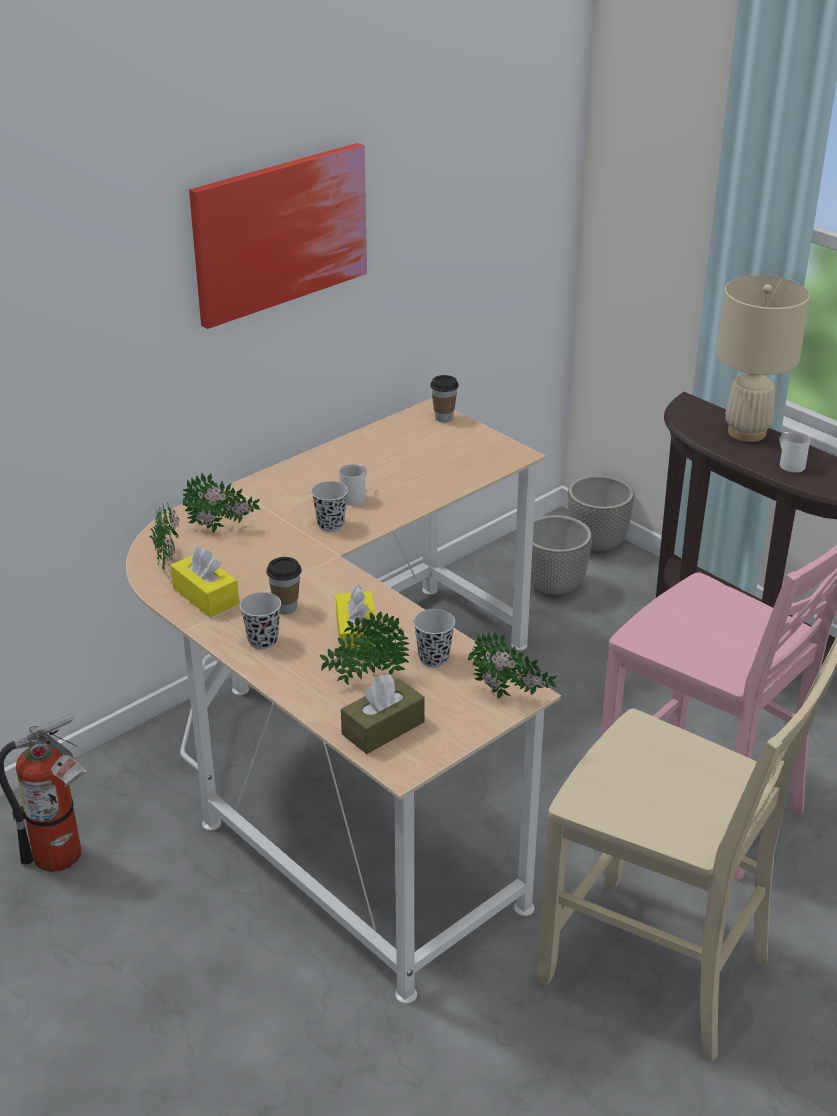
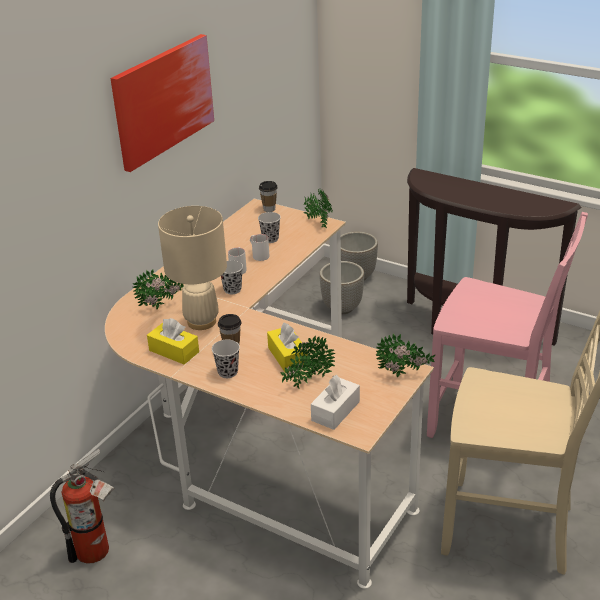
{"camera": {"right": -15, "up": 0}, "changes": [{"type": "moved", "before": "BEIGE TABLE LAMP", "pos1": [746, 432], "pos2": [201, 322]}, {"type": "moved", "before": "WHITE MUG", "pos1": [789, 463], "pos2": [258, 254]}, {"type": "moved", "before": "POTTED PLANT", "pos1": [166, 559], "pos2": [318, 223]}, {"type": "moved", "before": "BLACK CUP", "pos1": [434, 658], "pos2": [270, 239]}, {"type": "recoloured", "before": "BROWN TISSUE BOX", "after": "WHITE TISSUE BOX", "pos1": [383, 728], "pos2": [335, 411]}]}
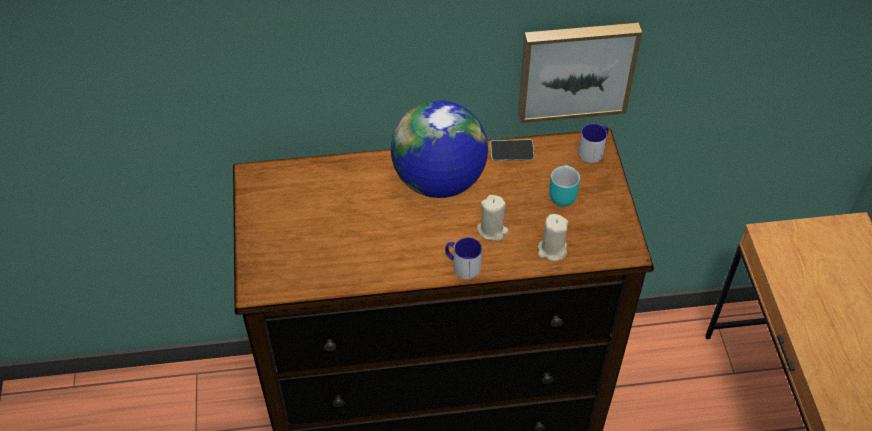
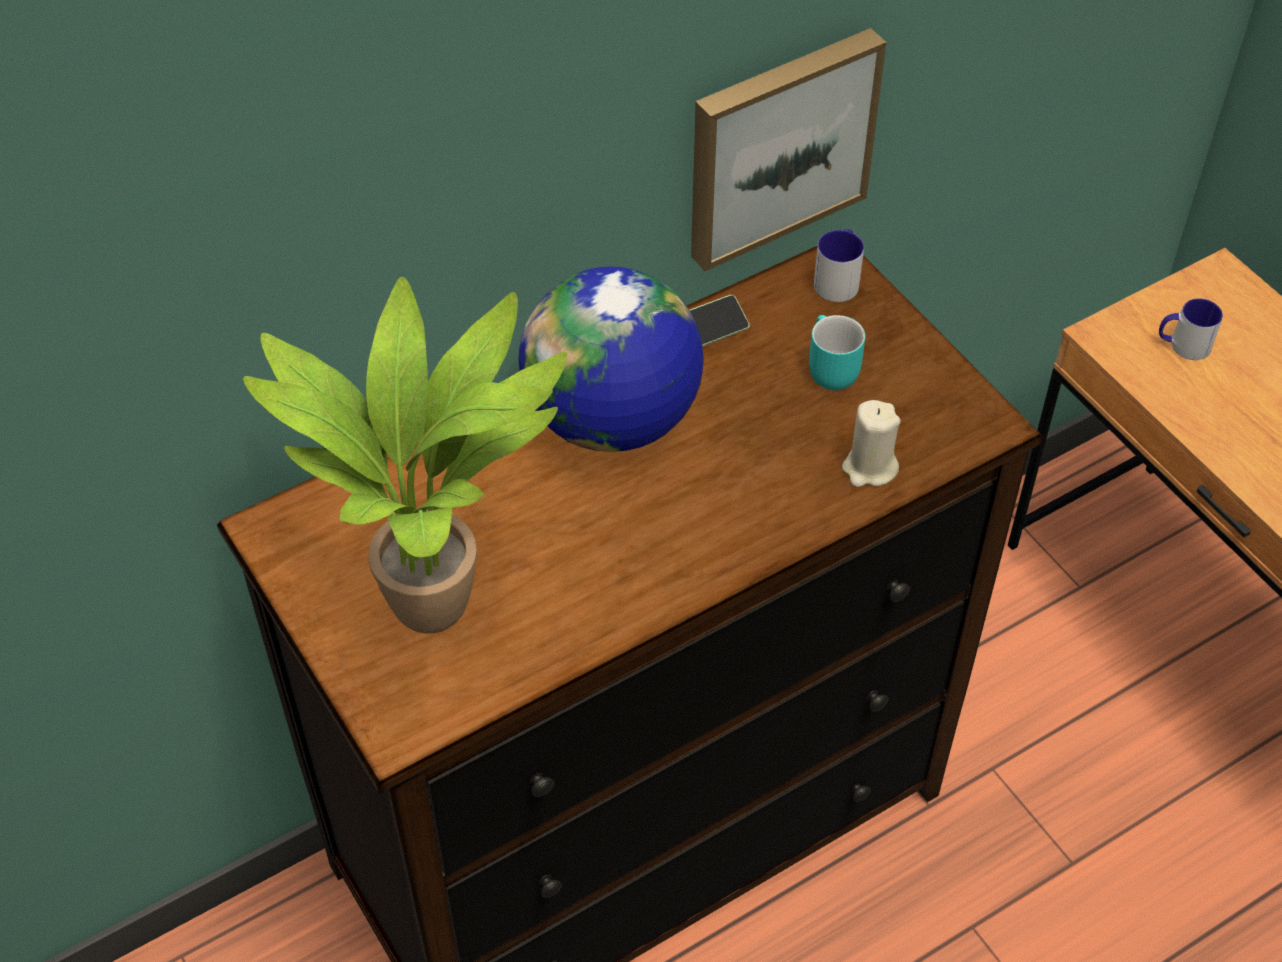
{"camera": {"right": -25, "up": 0}, "changes": [{"type": "removed", "before": "BEIGE CANDLE", "pos1": [492, 230]}, {"type": "moved", "before": "MUG", "pos1": [462, 265], "pos2": [1182, 345]}, {"type": "added", "after": "POTTED PLANT", "pos2": [440, 600]}]}
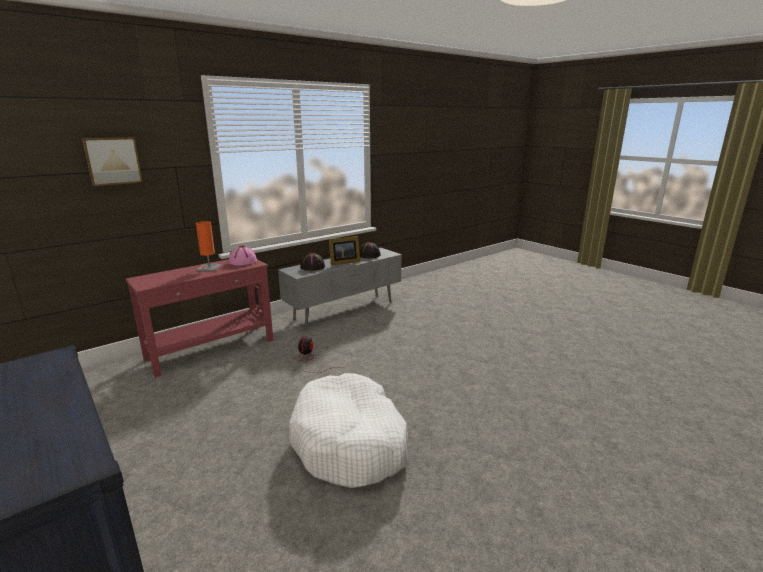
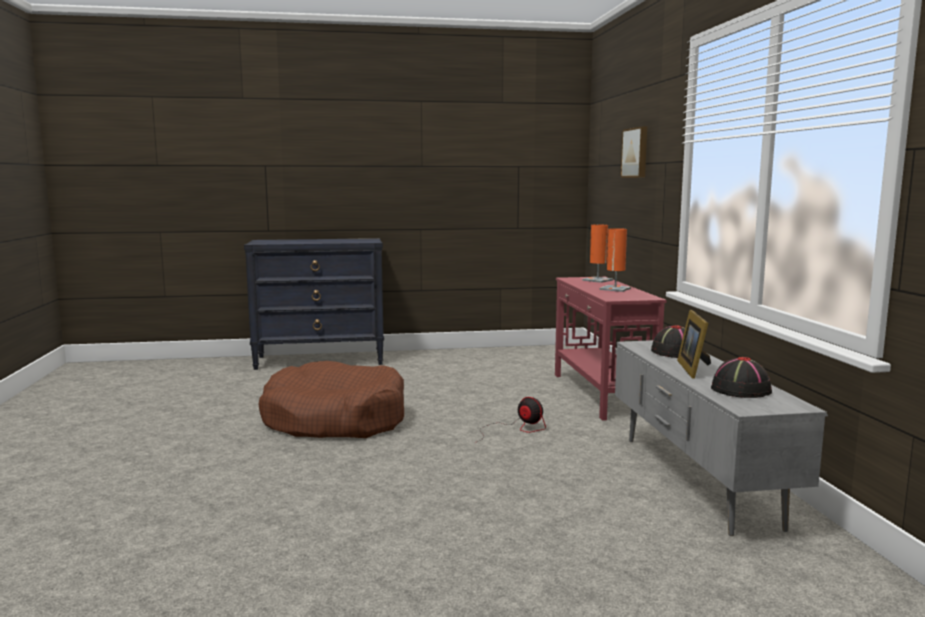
{"camera": {"right": 120, "up": -10}, "changes": [{"type": "removed", "before": "PINK HAT", "pos1": [242, 261]}, {"type": "recoloured", "before": "WHITE DOG BED", "after": "BROWN DOG BED", "pos1": [350, 442], "pos2": [335, 420]}, {"type": "added", "after": "ORANGE TABLE LAMP", "pos2": [597, 280]}]}
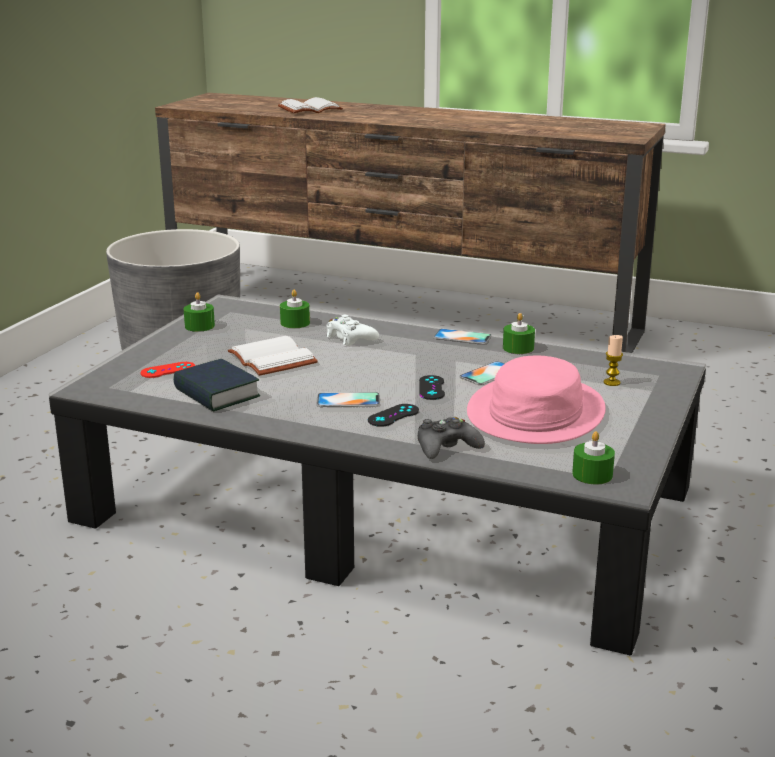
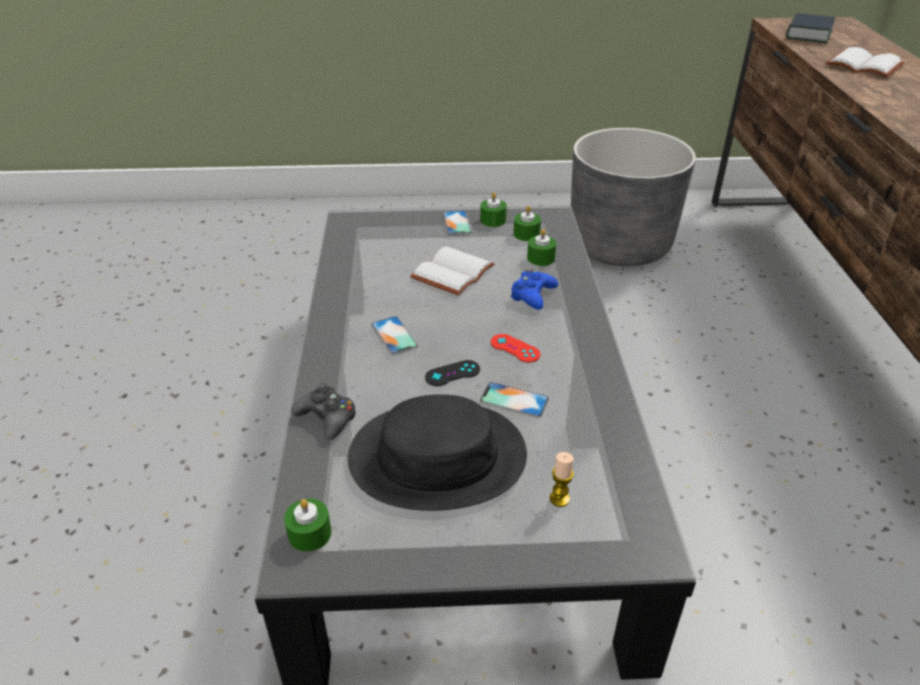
{"camera": {"right": 65, "up": 15}, "changes": [{"type": "moved", "before": "GREEN CANDLE", "pos1": [518, 348], "pos2": [526, 234]}, {"type": "recoloured", "before": "WHITE GAME CONTROLLER", "after": "BLUE GAME CONTROLLER", "pos1": [350, 338], "pos2": [532, 295]}, {"type": "moved", "before": "PHONE", "pos1": [462, 337], "pos2": [456, 223]}, {"type": "recoloured", "before": "PINK HAT", "after": "BLACK HAT", "pos1": [535, 412], "pos2": [437, 456]}, {"type": "moved", "before": "BOOK", "pos1": [216, 393], "pos2": [808, 35]}, {"type": "moved", "before": "RED GAME CONTROLLER", "pos1": [168, 370], "pos2": [515, 348]}, {"type": "removed", "before": "BLACK GAME CONTROLLER", "pos1": [393, 415]}]}
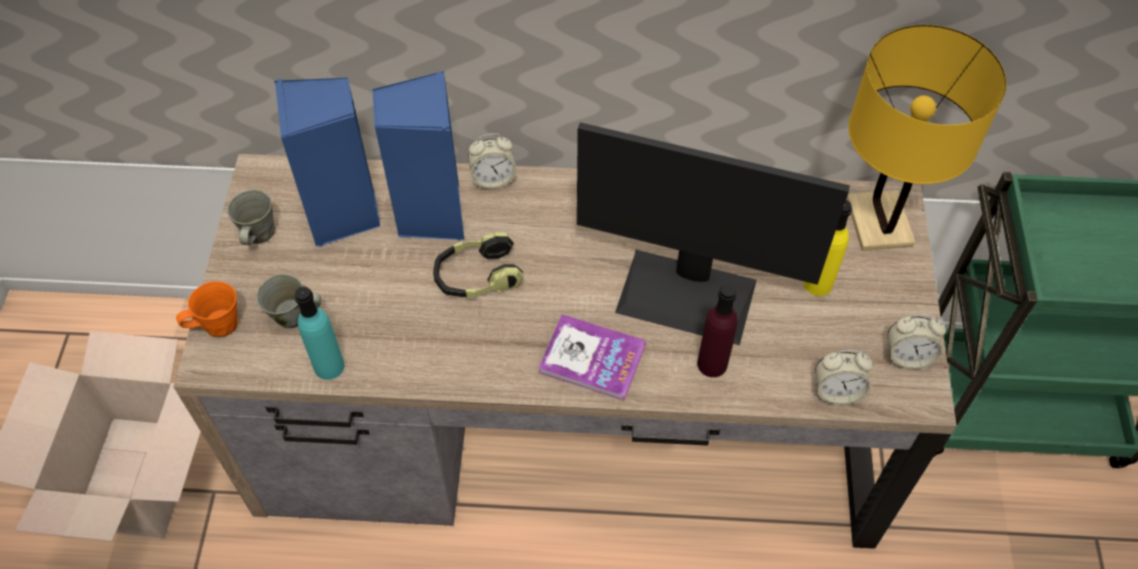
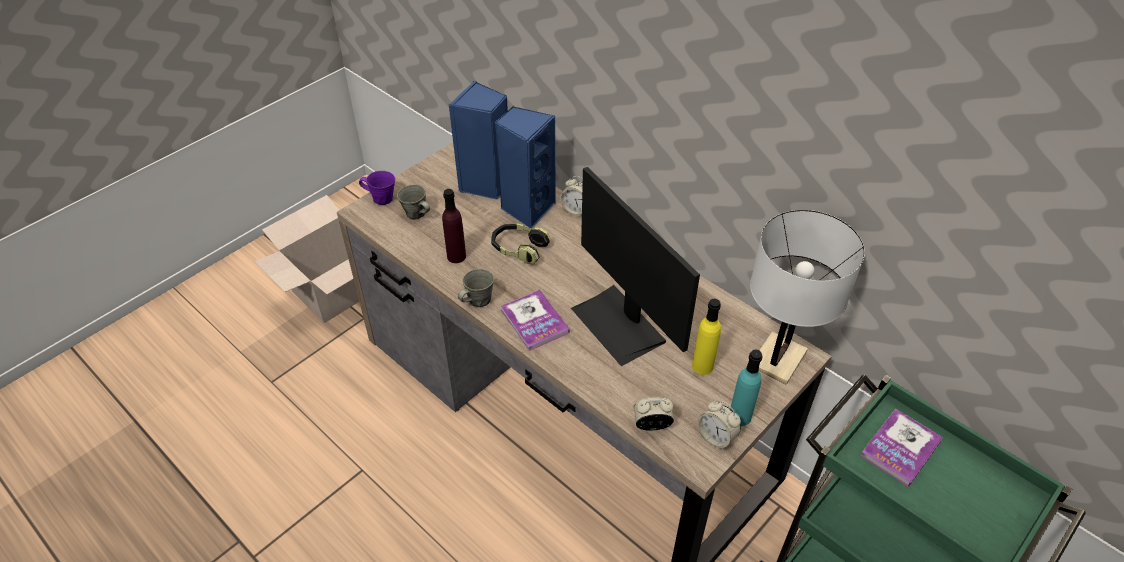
{"camera": {"right": 40, "up": -10}, "changes": [{"type": "recoloured", "before": "YELLOW TABLE LAMP", "after": "WHITE TABLE LAMP", "pos1": [879, 222], "pos2": [778, 359]}, {"type": "moved", "before": "GREY MUG", "pos1": [258, 234], "pos2": [478, 300]}, {"type": "recoloured", "before": "ORANGE MUG", "after": "PURPLE MUG", "pos1": [219, 324], "pos2": [381, 198]}, {"type": "moved", "before": "PURPLE BOTTLE", "pos1": [712, 364], "pos2": [456, 256]}, {"type": "moved", "before": "TURQUOISE BOTTLE", "pos1": [329, 366], "pos2": [740, 416]}, {"type": "turned", "before": "ALARM CLOCK", "pos1": [837, 391], "pos2": [652, 425], "turn": 135}, {"type": "added", "after": "BOOK", "pos2": [900, 448]}]}
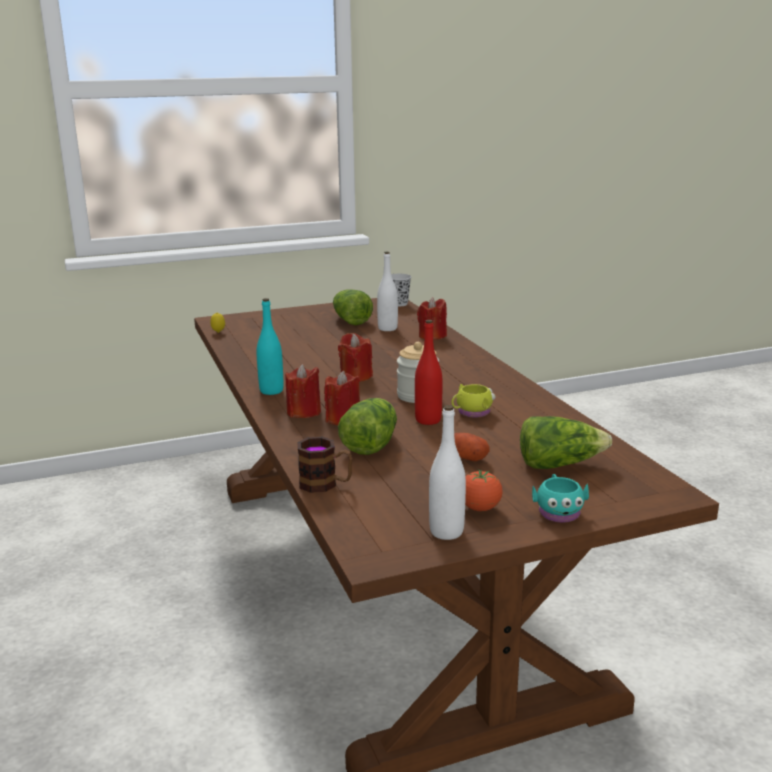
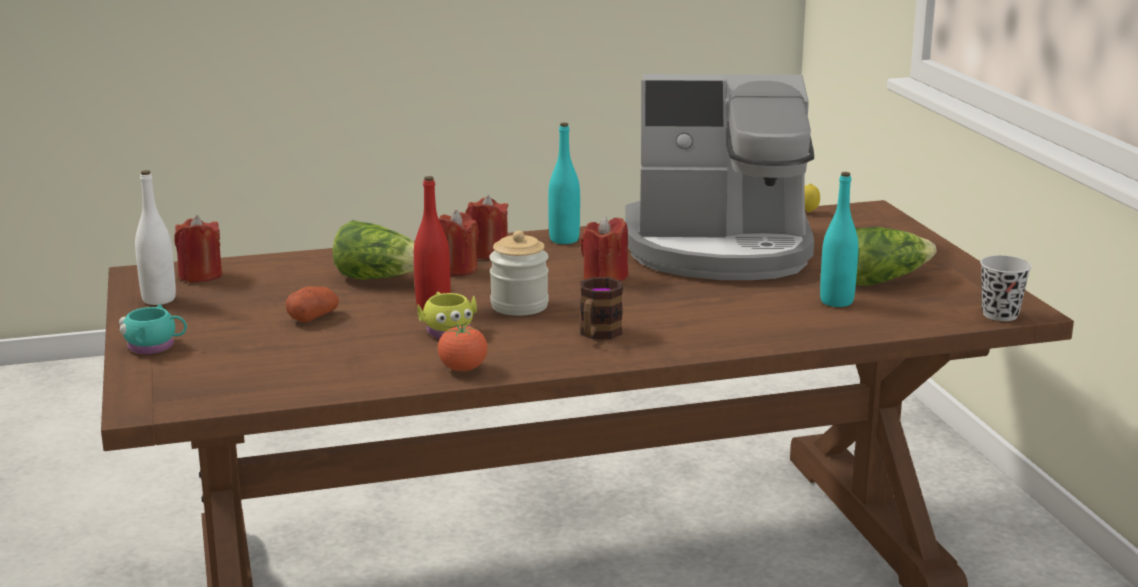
{"camera": {"right": 95, "up": 0}, "changes": [{"type": "recoloured", "before": "WHITE BOTTLE", "after": "TURQUOISE BOTTLE", "pos1": [387, 328], "pos2": [836, 301]}, {"type": "moved", "before": "RED CANDLE", "pos1": [432, 336], "pos2": [200, 275]}, {"type": "removed", "before": "LETTUCE", "pos1": [559, 464]}, {"type": "moved", "before": "MUG", "pos1": [325, 484], "pos2": [597, 334]}, {"type": "moved", "before": "TOMATO", "pos1": [480, 508], "pos2": [463, 369]}, {"type": "added", "after": "COFFEE MACHINE", "pos2": [720, 250]}]}
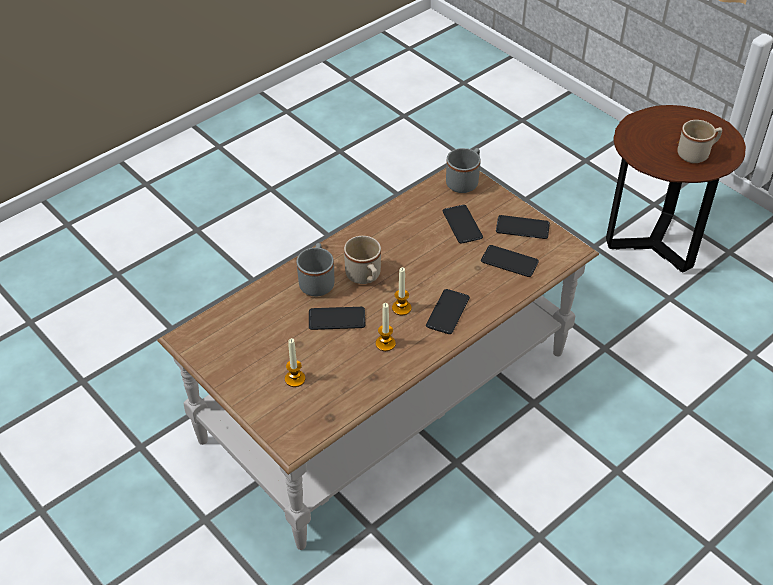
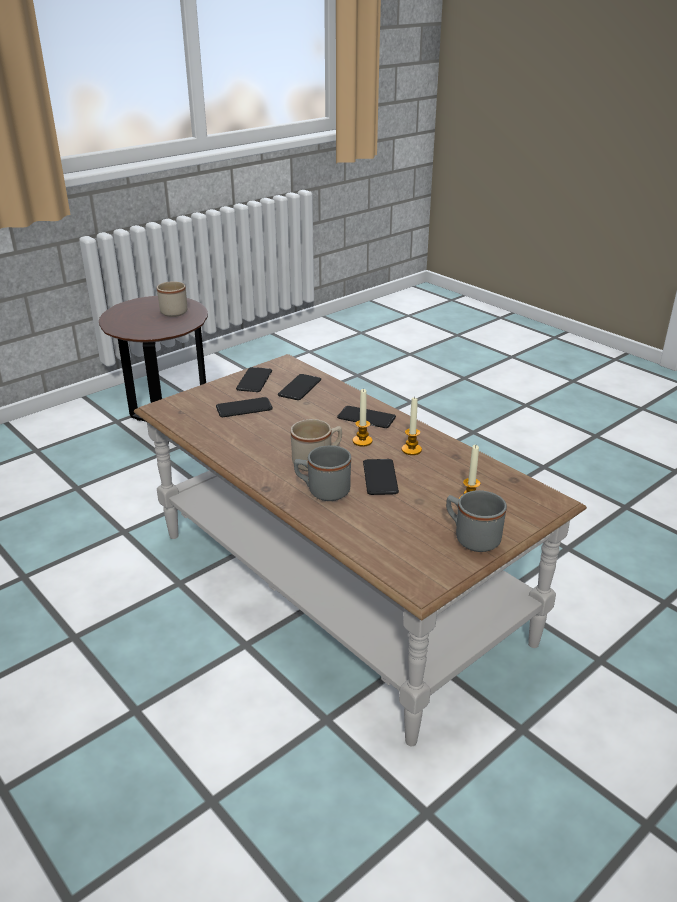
{"camera": {"right": -90, "up": -15}, "changes": [{"type": "moved", "before": "GREY MUG", "pos1": [465, 181], "pos2": [471, 537]}]}
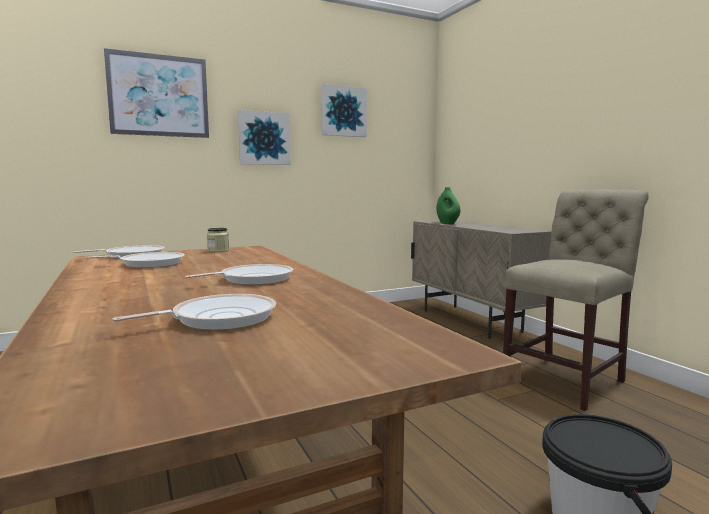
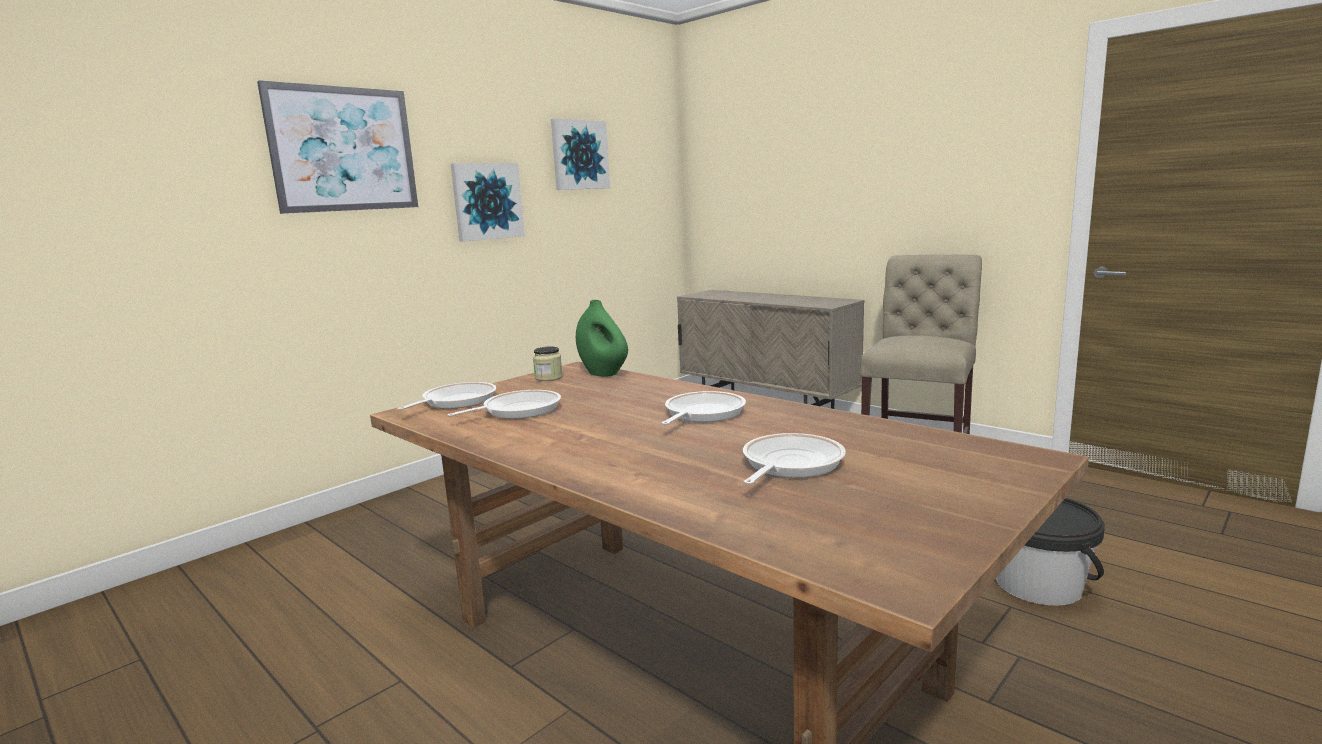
{"camera": {"right": -20, "up": 5}, "changes": [{"type": "moved", "before": "GREEN VASE", "pos1": [447, 223], "pos2": [603, 373]}]}
